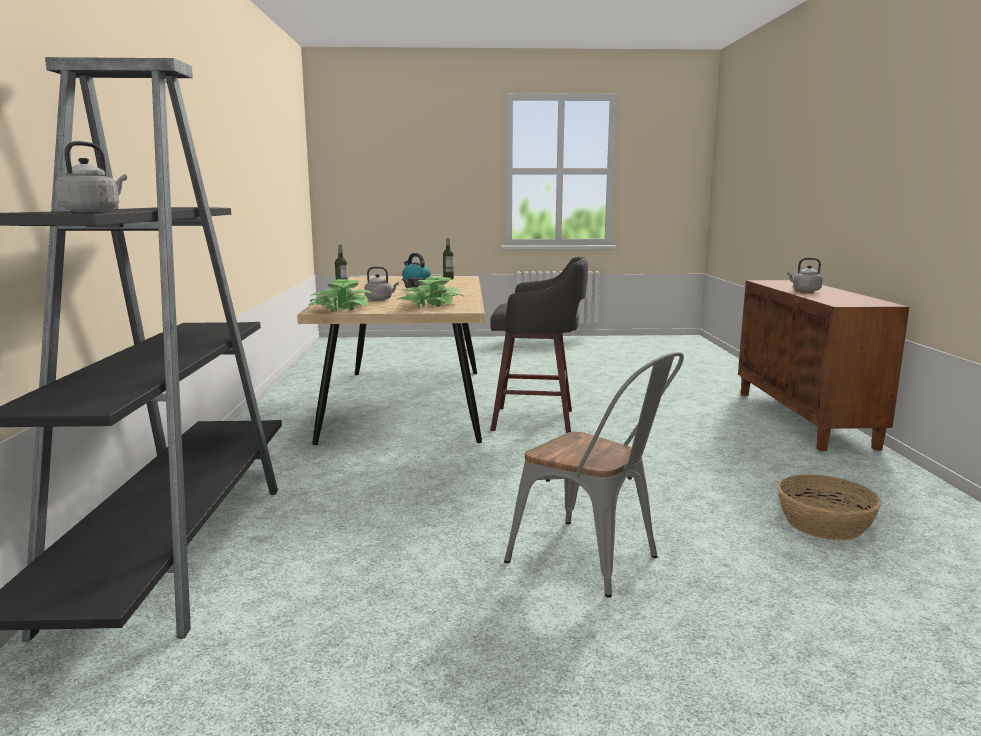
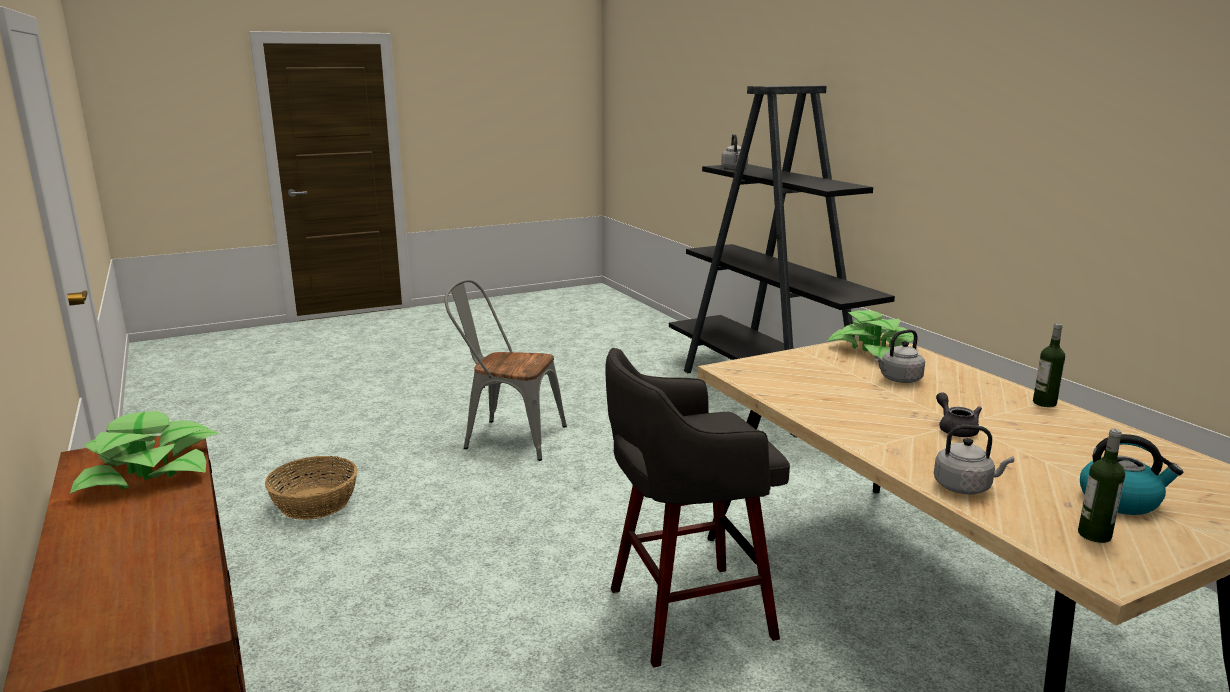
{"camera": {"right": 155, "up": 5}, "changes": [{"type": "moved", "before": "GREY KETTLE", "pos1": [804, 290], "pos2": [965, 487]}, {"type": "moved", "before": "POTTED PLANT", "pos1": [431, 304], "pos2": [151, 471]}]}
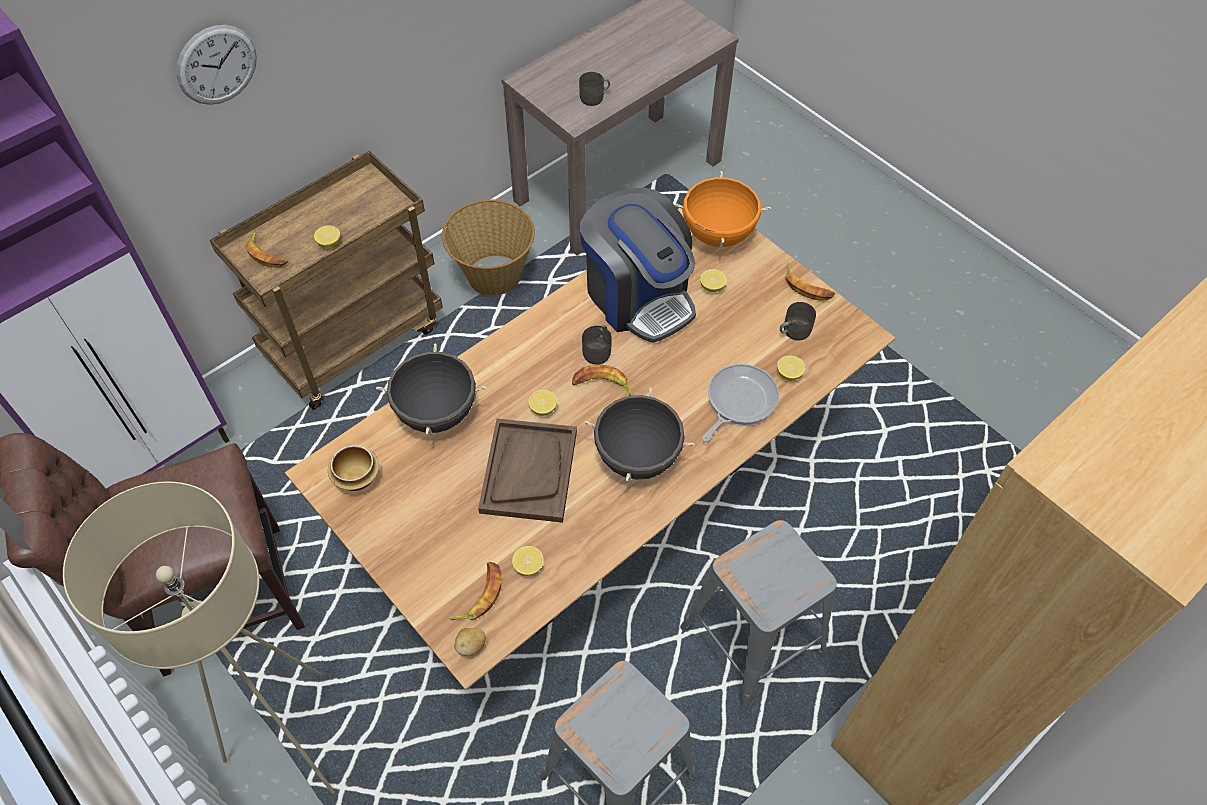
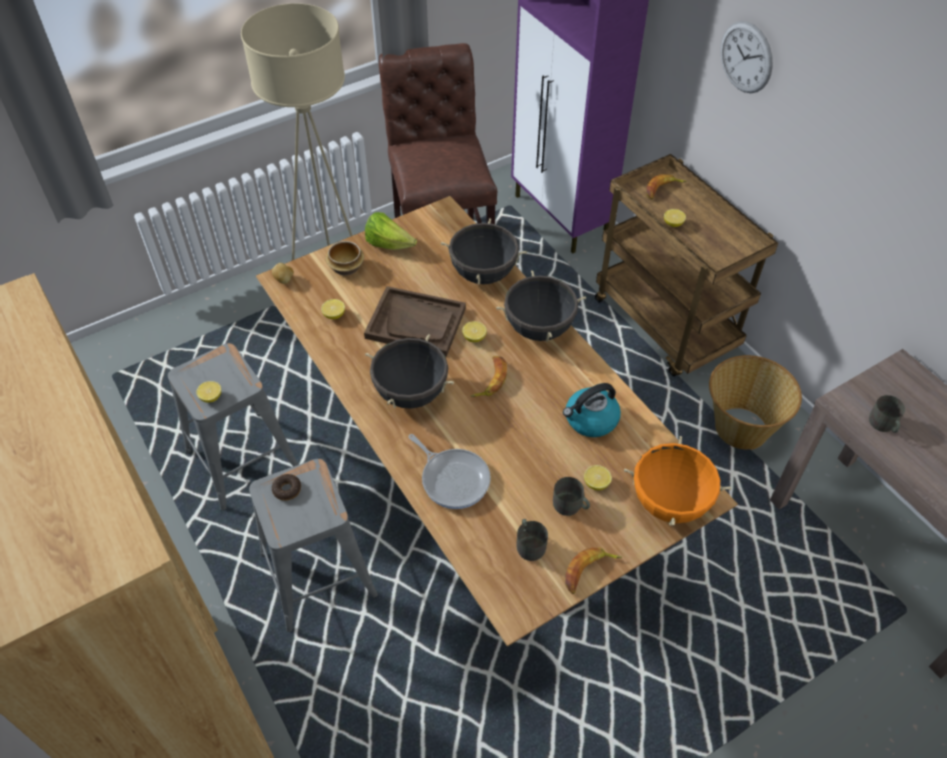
{"camera": {"right": 100, "up": -5}, "changes": [{"type": "replaced", "before": "COFFEE MACHINE", "after": "KETTLE", "pos1": [638, 296], "pos2": [590, 420]}, {"type": "moved", "before": "GREY MUG", "pos1": [598, 350], "pos2": [570, 506]}, {"type": "moved", "before": "LEMON", "pos1": [789, 374], "pos2": [211, 397]}, {"type": "moved", "before": "BOWL", "pos1": [355, 478], "pos2": [346, 267]}, {"type": "removed", "before": "BANANA", "pos1": [479, 595]}, {"type": "added", "after": "LETTUCE", "pos2": [389, 244]}, {"type": "added", "after": "BLACK COOKING POT", "pos2": [539, 328]}, {"type": "added", "after": "DONUT", "pos2": [287, 490]}]}
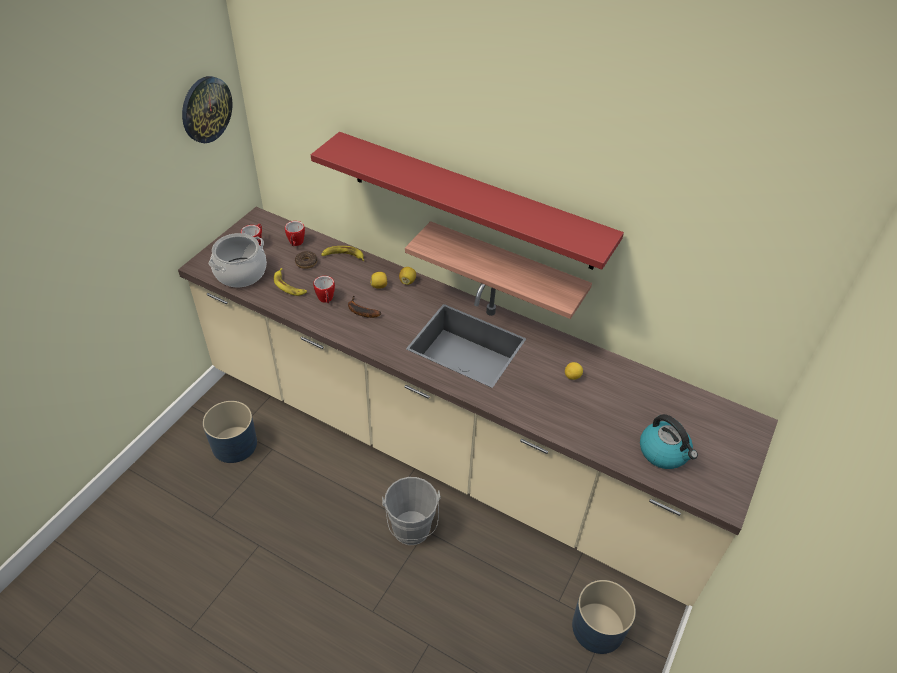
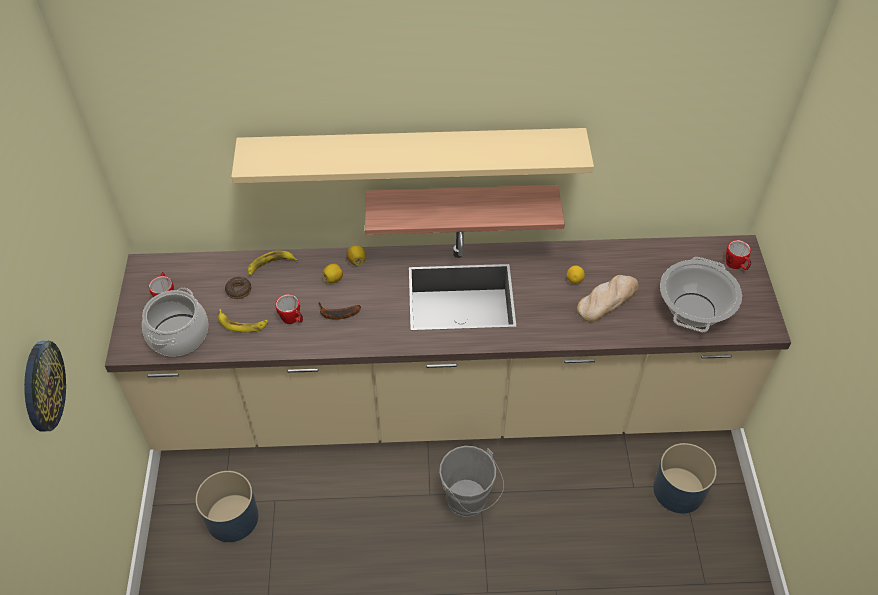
{"camera": {"right": -30, "up": 5}, "changes": [{"type": "moved", "before": "WALL CLOCK", "pos1": [206, 109], "pos2": [42, 386]}, {"type": "recoloured", "before": "RED SHELF", "after": "BEIGE SHELF", "pos1": [470, 200], "pos2": [412, 154]}, {"type": "moved", "before": "MUG", "pos1": [295, 243], "pos2": [736, 265]}, {"type": "replaced", "before": "KETTLE", "after": "COOKING POT", "pos1": [664, 452], "pos2": [693, 309]}, {"type": "added", "after": "BREAD", "pos2": [607, 299]}]}
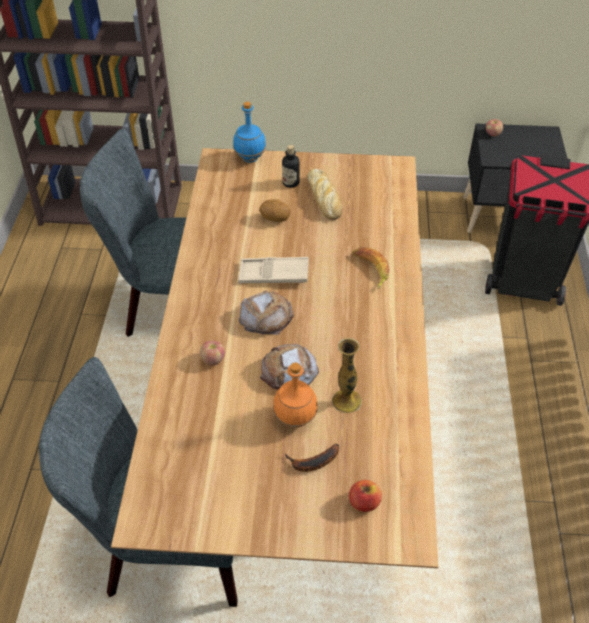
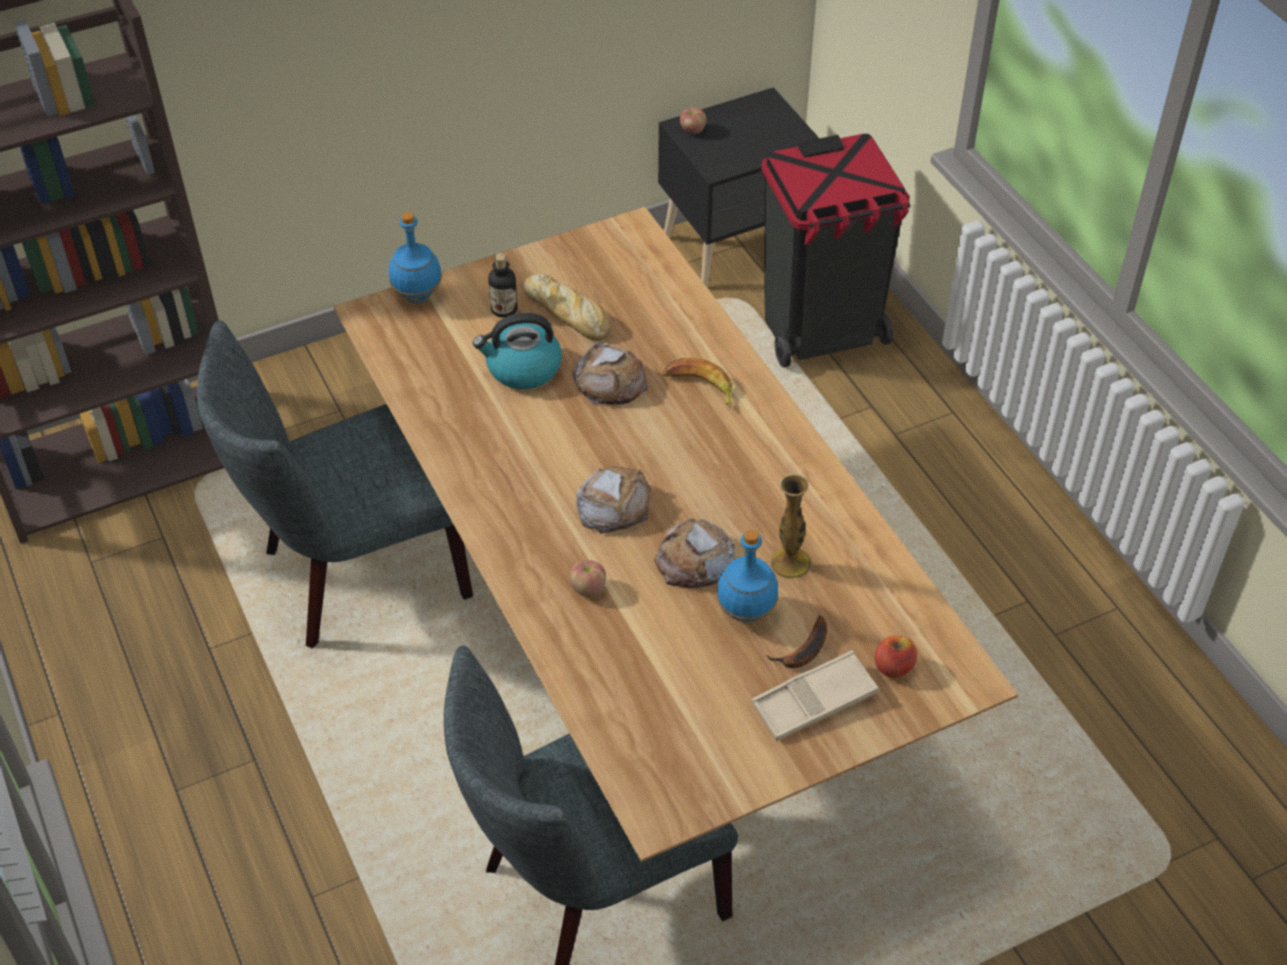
{"camera": {"right": -30, "up": 0}, "changes": [{"type": "replaced", "before": "POTATO", "after": "KETTLE", "pos1": [275, 219], "pos2": [522, 369]}, {"type": "moved", "before": "BEIGE TRAY", "pos1": [273, 274], "pos2": [814, 701]}, {"type": "recoloured", "before": "ORANGE BOTTLE", "after": "BLUE BOTTLE", "pos1": [294, 419], "pos2": [745, 612]}, {"type": "added", "after": "BREAD", "pos2": [610, 381]}]}
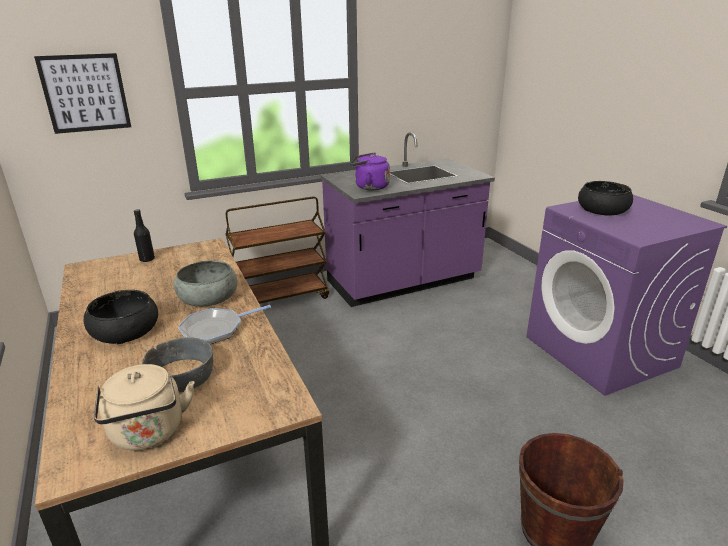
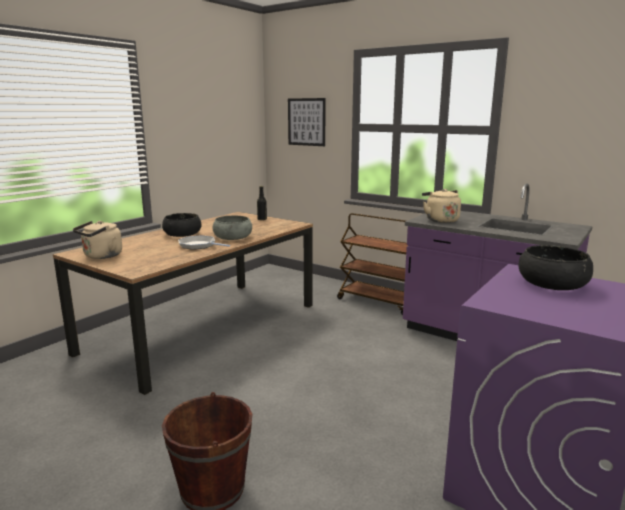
{"camera": {"right": 60, "up": -10}, "changes": [{"type": "recoloured", "before": "PURPLE KETTLE", "after": "BEIGE KETTLE", "pos1": [369, 187], "pos2": [440, 220]}, {"type": "removed", "before": "GREY BOWL", "pos1": [182, 376]}]}
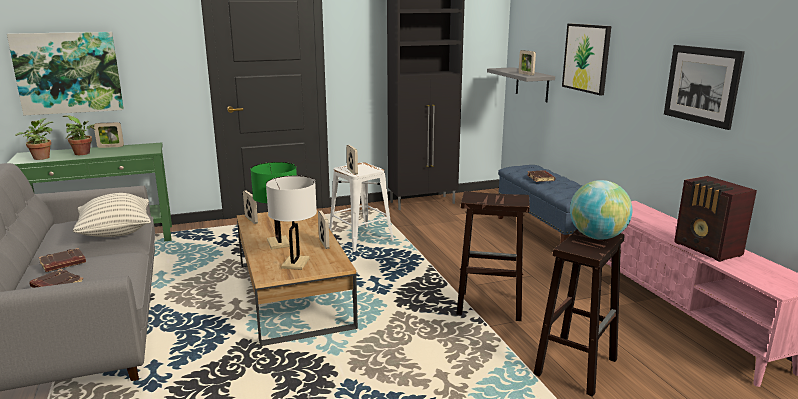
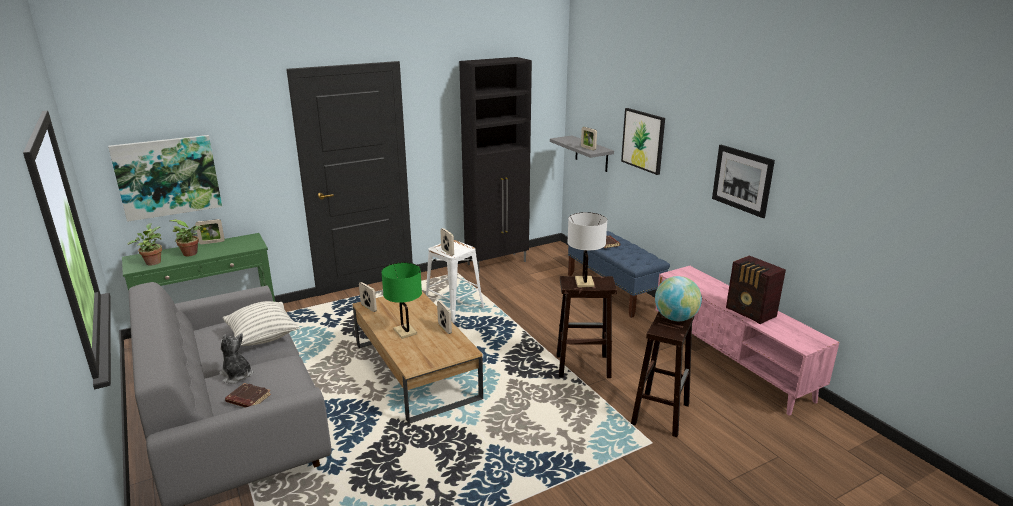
{"camera": {"right": -10, "up": 5}, "changes": [{"type": "moved", "before": "WHITE TABLE LAMP", "pos1": [295, 263], "pos2": [584, 282]}, {"type": "replaced", "before": "BROWN BOOK", "after": "PLUSH TOY", "pos1": [63, 264], "pos2": [237, 375]}]}
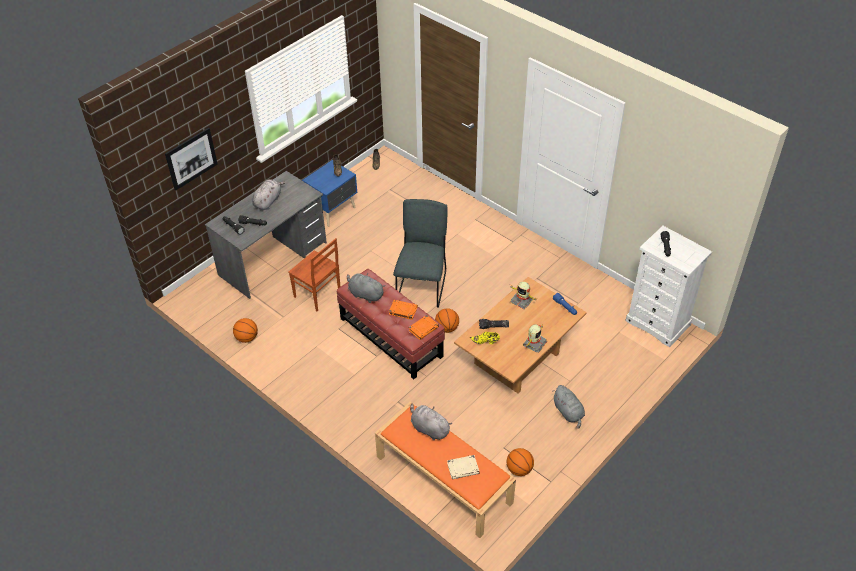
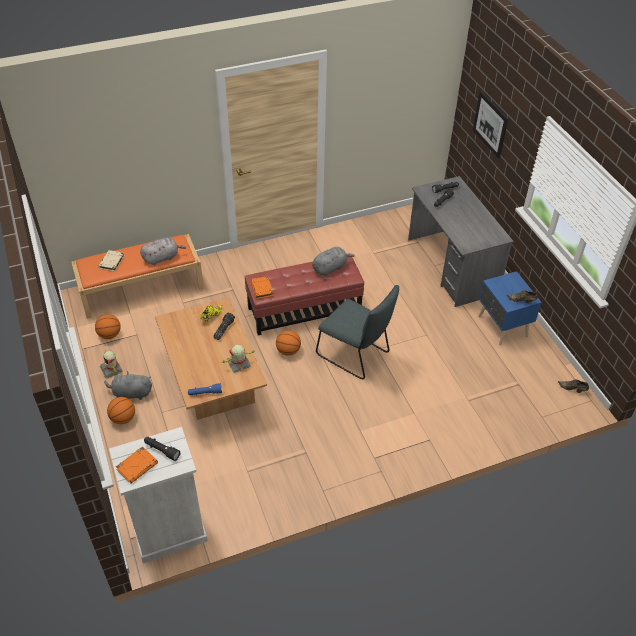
{"camera": {"right": 115, "up": 0}, "changes": [{"type": "removed", "before": "GREY PLUSH TOY", "pos1": [268, 201]}, {"type": "removed", "before": "BROWN CHAIR", "pos1": [317, 294]}, {"type": "moved", "before": "ORANGE BOOK", "pos1": [402, 311], "pos2": [137, 466]}, {"type": "moved", "before": "BASKETBALL", "pos1": [247, 338], "pos2": [123, 418]}, {"type": "moved", "before": "TOY ROBOT", "pos1": [534, 343], "pos2": [112, 369]}]}
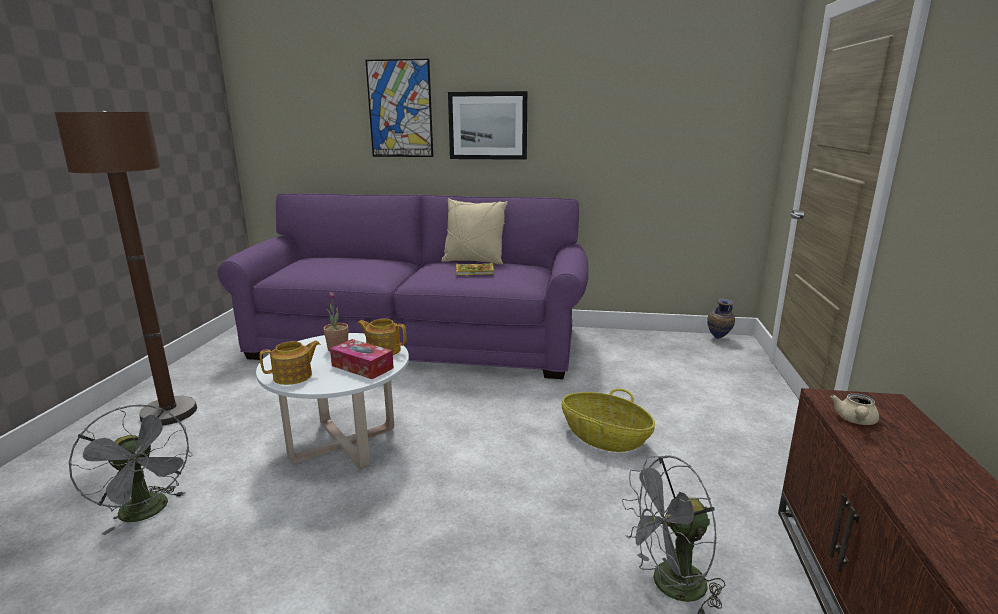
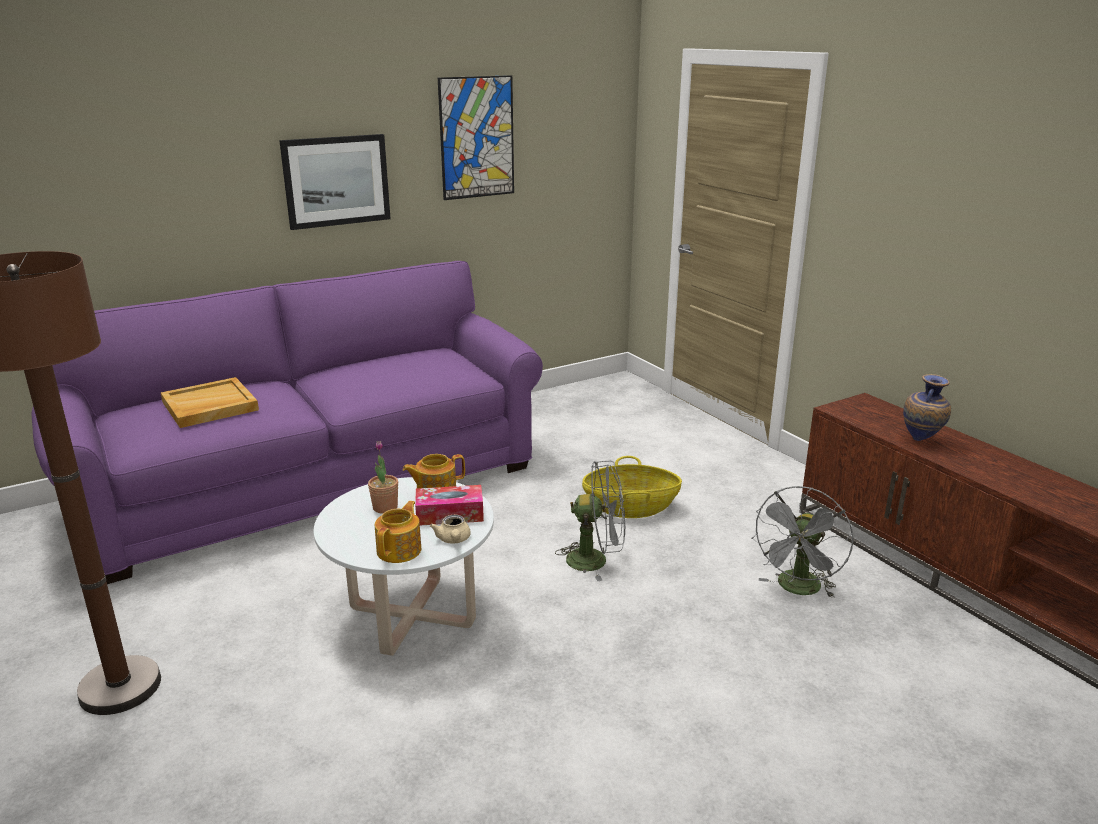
{"camera": {"right": -40, "up": 5}, "changes": [{"type": "moved", "before": "PICTURE", "pos1": [400, 109], "pos2": [477, 138]}, {"type": "removed", "before": "BEIGE PILLOW", "pos1": [474, 261]}, {"type": "removed", "before": "BOOK", "pos1": [475, 272]}, {"type": "moved", "before": "VASE", "pos1": [718, 339], "pos2": [921, 441]}, {"type": "moved", "before": "BEIGE TEAPOT", "pos1": [855, 421], "pos2": [453, 540]}, {"type": "moved", "before": "GREY FAN", "pos1": [149, 512], "pos2": [596, 560]}, {"type": "added", "after": "BEIGE TRAY", "pos2": [209, 406]}]}
